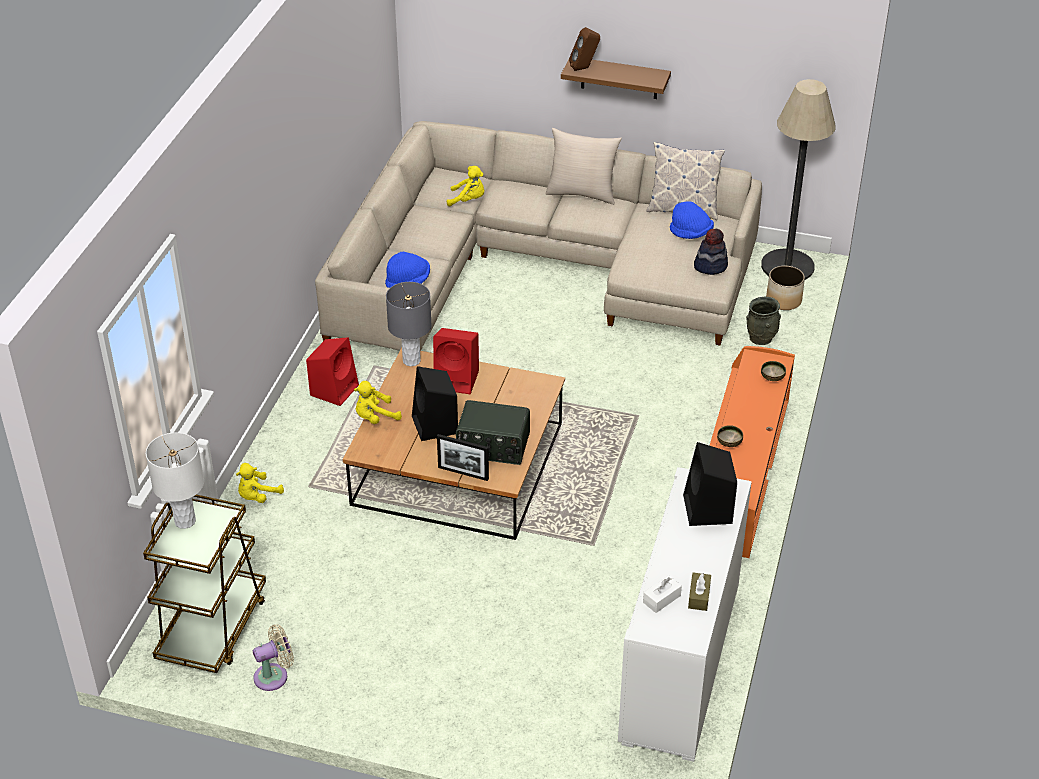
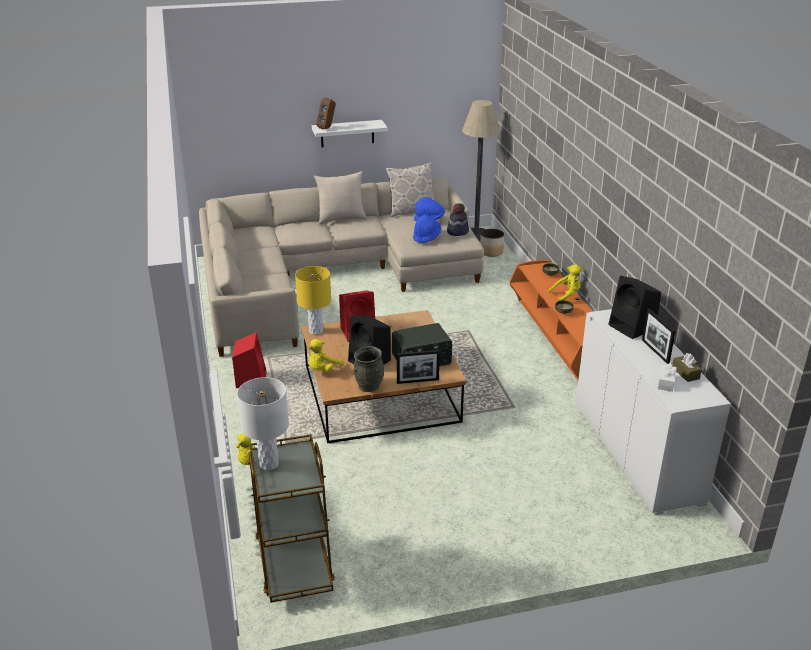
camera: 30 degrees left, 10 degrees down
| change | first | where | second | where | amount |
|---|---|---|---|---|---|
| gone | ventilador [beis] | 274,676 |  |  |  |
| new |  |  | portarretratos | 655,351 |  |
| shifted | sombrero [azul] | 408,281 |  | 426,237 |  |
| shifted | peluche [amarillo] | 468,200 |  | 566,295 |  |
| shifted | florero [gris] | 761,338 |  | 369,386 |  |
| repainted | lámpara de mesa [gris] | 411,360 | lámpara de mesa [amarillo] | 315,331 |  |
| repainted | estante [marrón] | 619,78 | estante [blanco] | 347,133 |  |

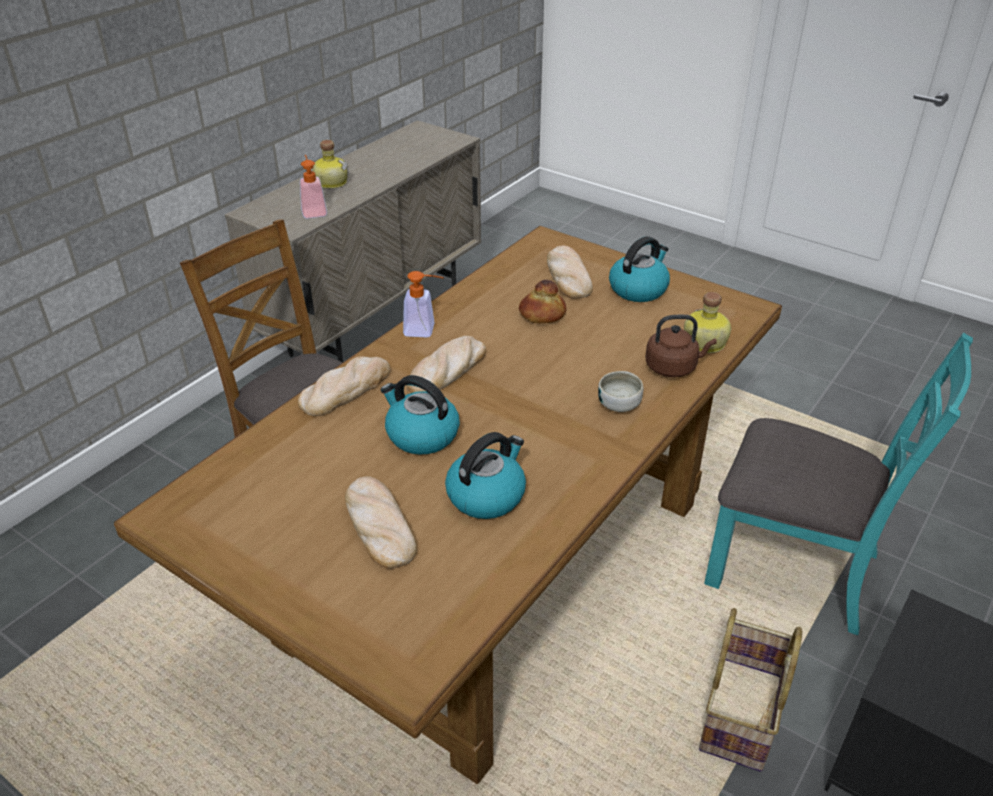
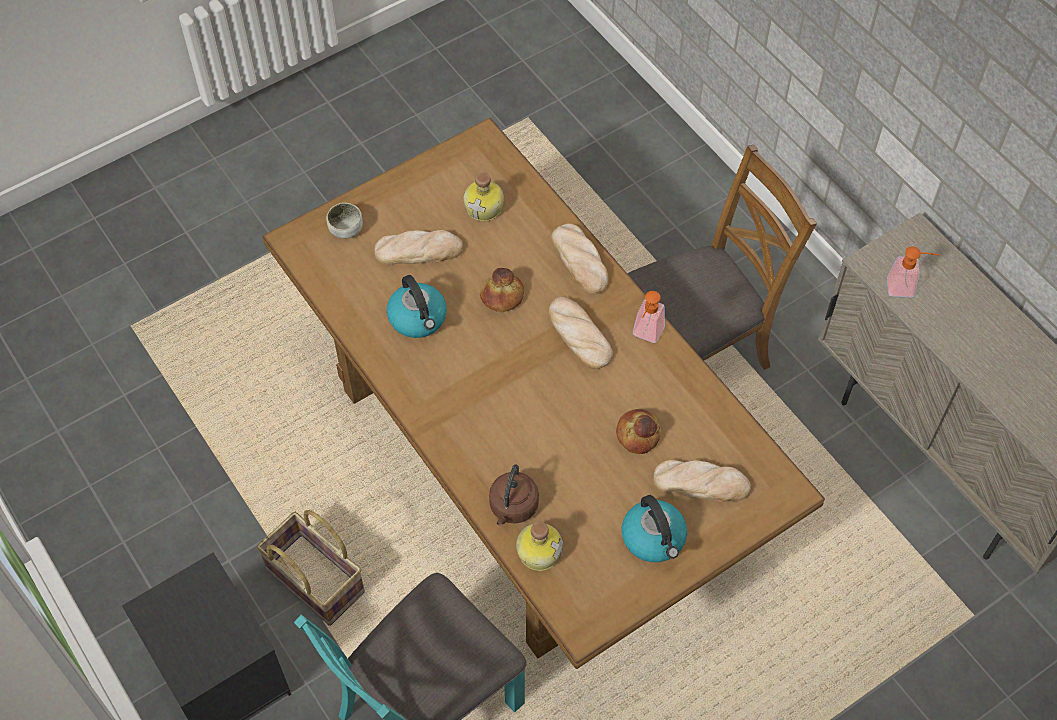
camera: 110 degrees right, 20 degrees up
| change | first | where | second | where | amount |
|---|---|---|---|---|---|
| shifted | botella | 331,182 |  | 485,208 |  |
| shifted | cuenco | 619,404 |  | 346,229 |  |
| swapped | hervidor | 421,435 | pan | 502,296 |  |

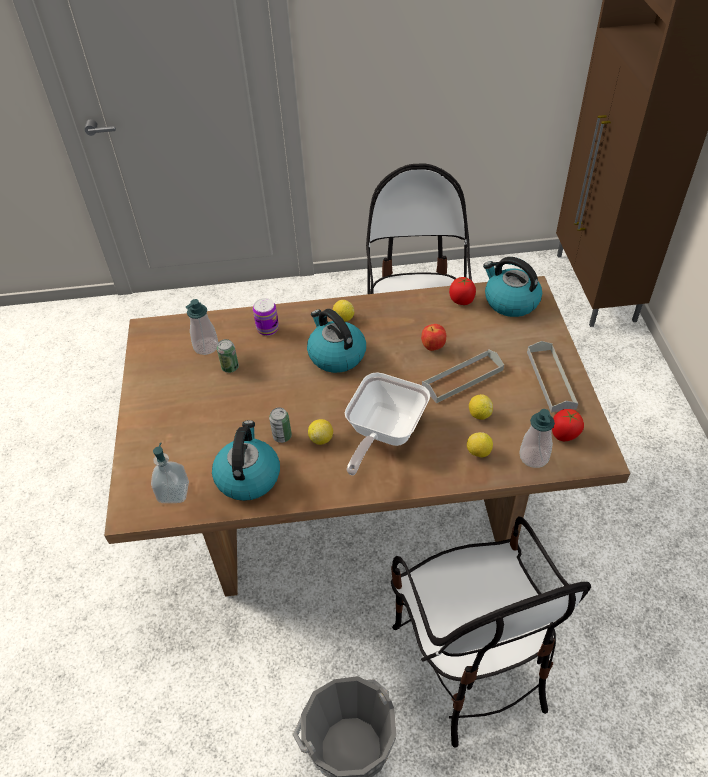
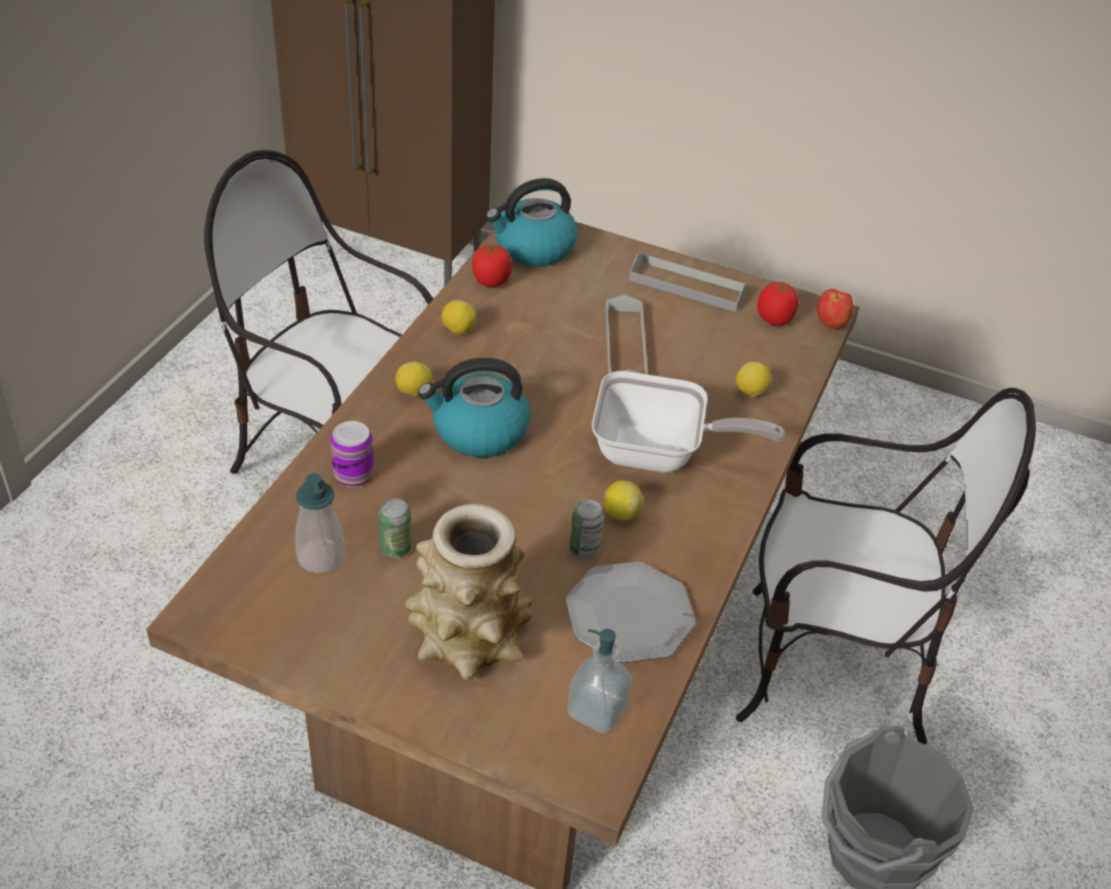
camera: 65 degrees left, 5 degrees down
| change | first | where | second | where | amount |
|---|---|---|---|---|---|
| gone | dispensador de jabón | 534,457 |  |  |  |
| new |  |  | florero | 468,638 |  |
| shifted | manzana | 433,347 |  | 831,325 |  |
| shifted | limón | 479,414 |  | 458,330 |  |
| swapped | hervidor | 248,476 | plato | 629,615 |  |
| rotated | sartén | 383,433 |  | 658,454 | 45 degrees counterclockwise |

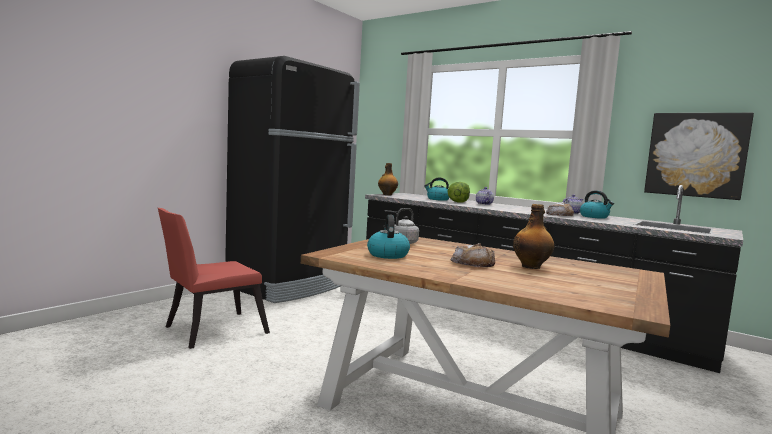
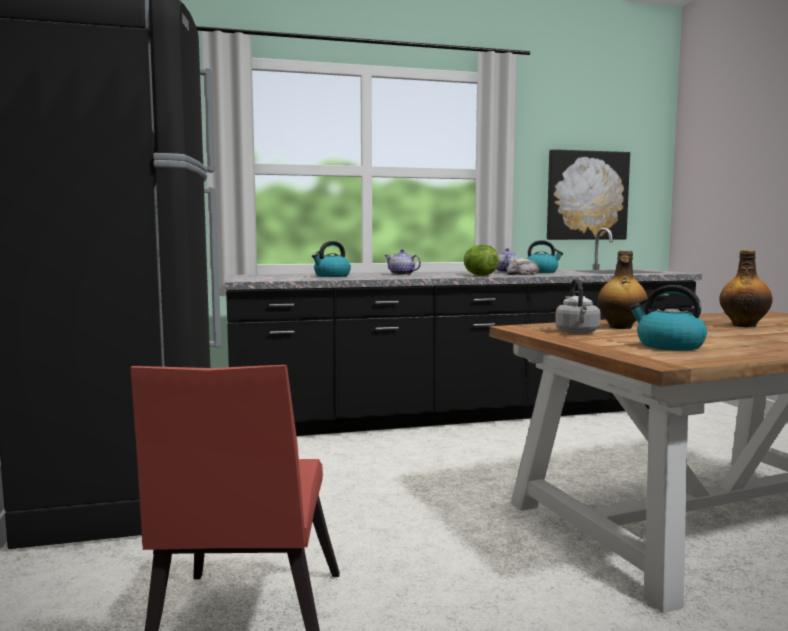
camera: 50 degrees left, 0 degrees up
| change | first | where | second | where | amount |
|---|---|---|---|---|---|
| gone | pan | 473,263 |  |  |  |
| shifted | botella | 387,195 |  | 620,327 |  |
| shifted | lechuga | 458,202 |  | 479,275 |  |

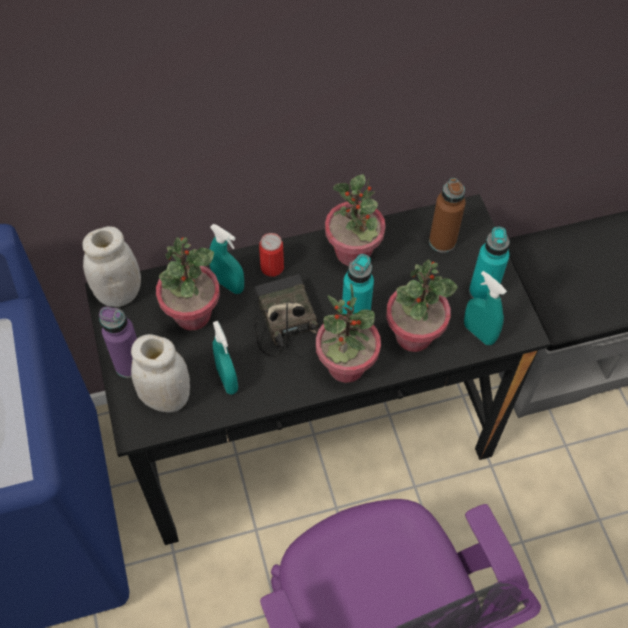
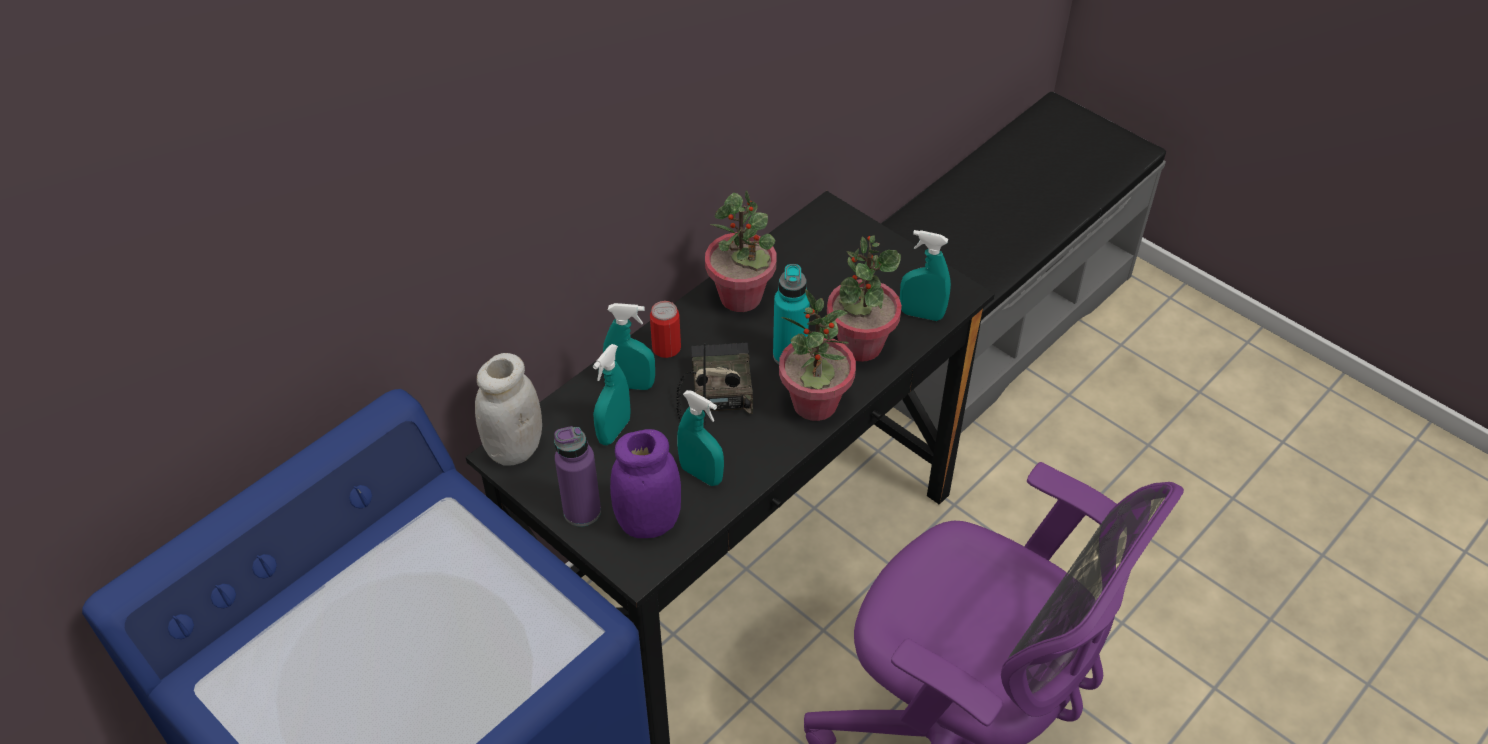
camera: 30 degrees left, 10 degrees down
| change | first | where | second | where | amount |
|---|---|---|---|---|---|
| gone | botella [marrón] | 442,241 |  |  |  |
| gone | botella [turquesa] | 482,292 |  |  |  |
| swapped | planta en maceta | 192,314 | pulverizador [turquesa] | 614,431 |  |
| repainted | tarro [blanco] | 166,397 | tarro [morado] | 648,522 |  |
| rotated | radio | 282,319 |  | 715,391 | 45 degrees clockwise |

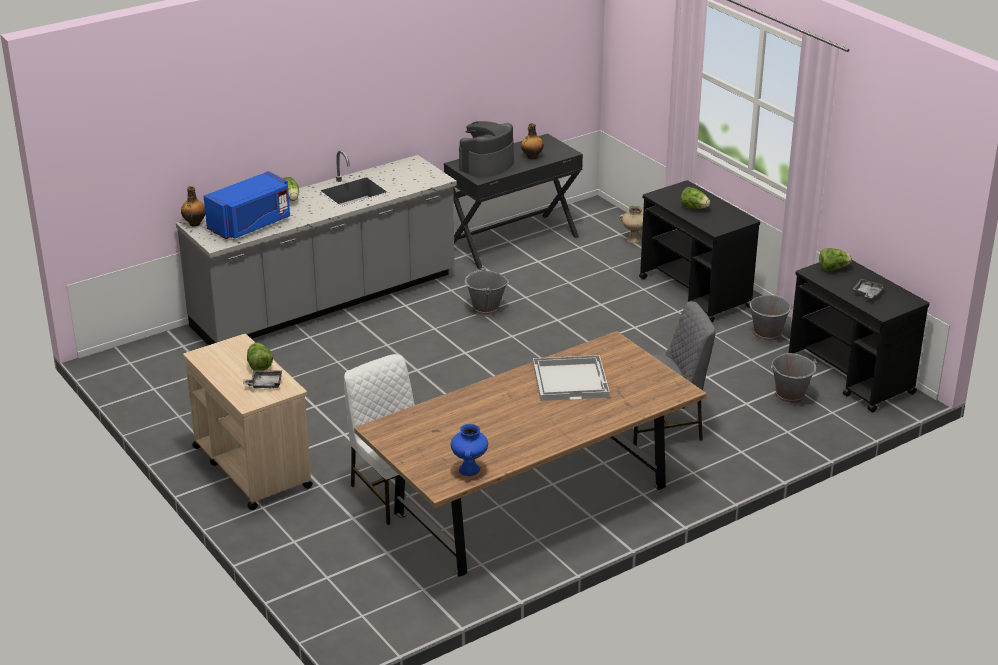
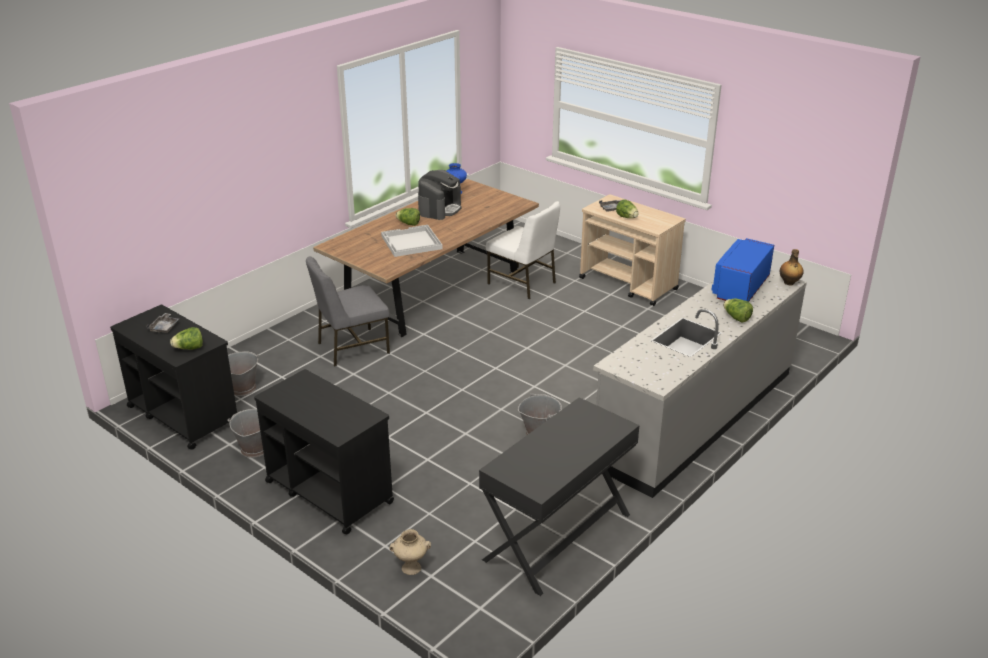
camera: 165 degrees right, 0 degrees up
| change | first | where | second | where | amount |
|---|---|---|---|---|---|
| gone | botella | 531,157 |  |  |  |
| shifted | cafetera | 486,165 |  | 440,209 |  |
| shifted | lechuga | 694,208 |  | 408,224 |  |

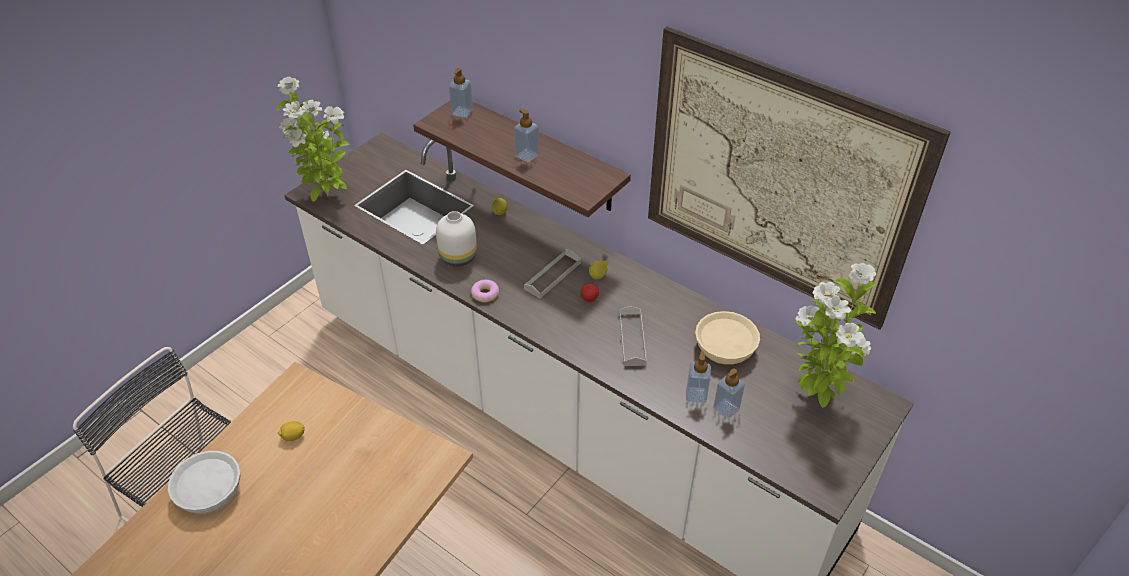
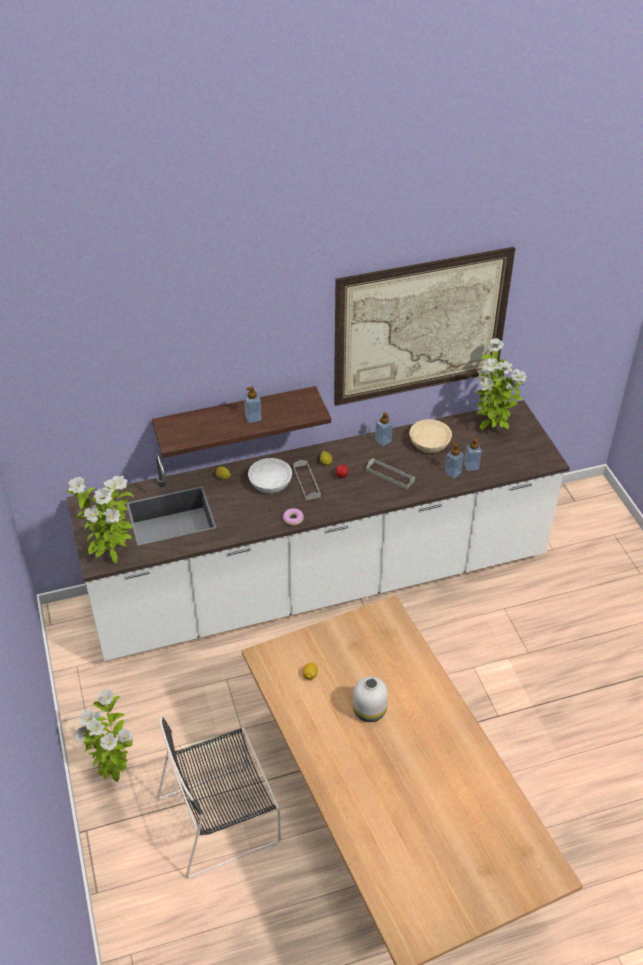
camera: 55 degrees left, 0 degrees up
| change | first | where | second | where | amount |
|---|---|---|---|---|---|
| new |  |  | planta en maceta | 114,771 |  |
| shifted | cuenco [blanco] | 210,492 |  | 271,482 |  |
| shifted | florero [blanco] | 457,258 |  | 369,711 |  |
| shifted | dispensador de jabón | 462,112 |  | 383,441 |  |

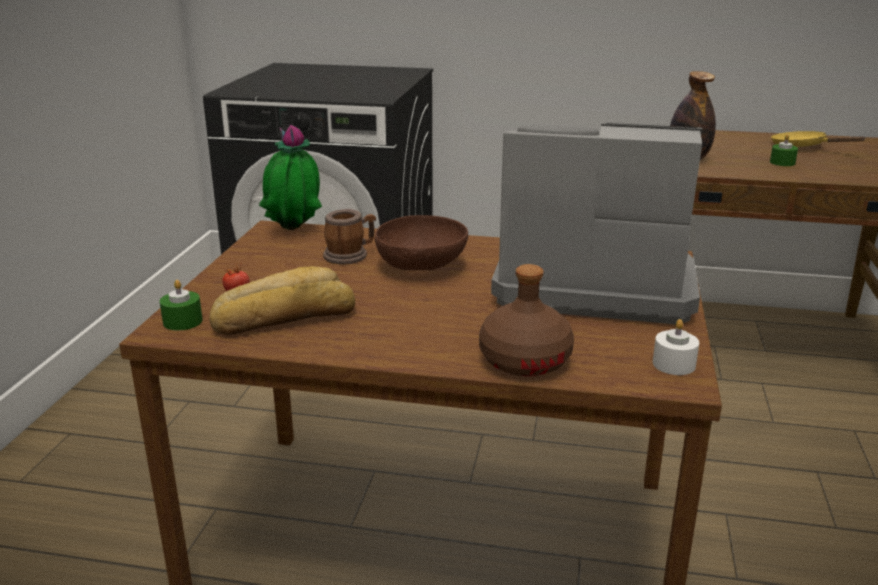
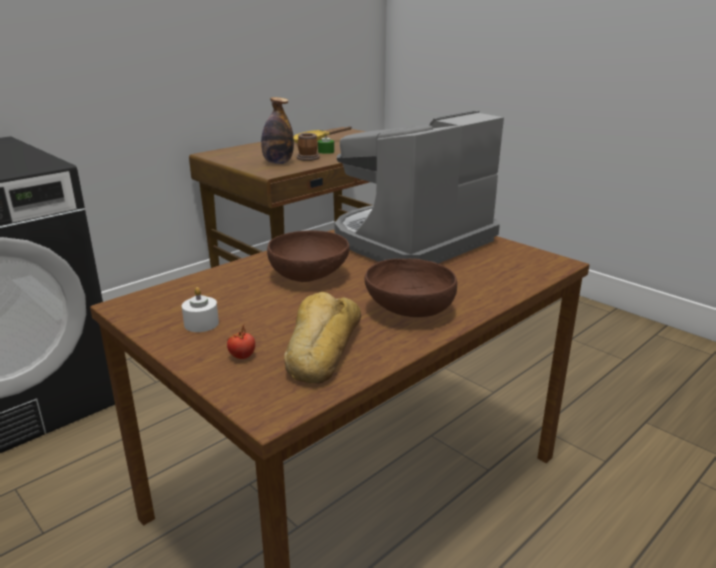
camera: 55 degrees left, 0 degrees up
| change | first | where | second | where | amount |
|---|---|---|---|---|---|
| gone | vela [verde] | 182,321 |  |  |  |
| gone | planta en maceta | 294,232 |  |  |  |
| gone | botella [marrón] | 524,360 |  |  |  |
| new |  |  | cuenco [marrón] | 408,310 |  |
| shifted | taza grande | 350,255 |  | 309,157 |  |
| shifted | vela [blanco] | 674,364 |  | 201,324 |  |

